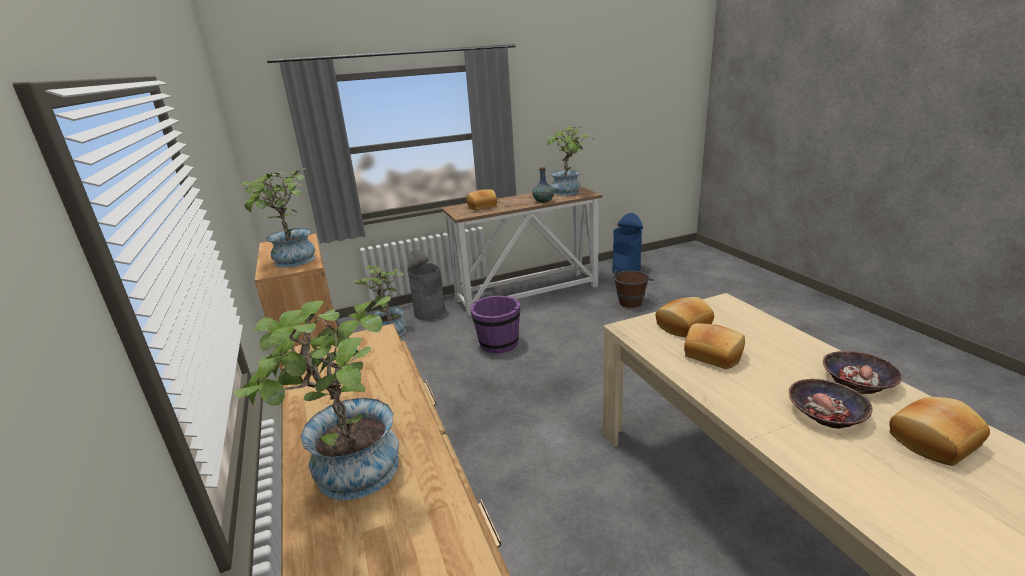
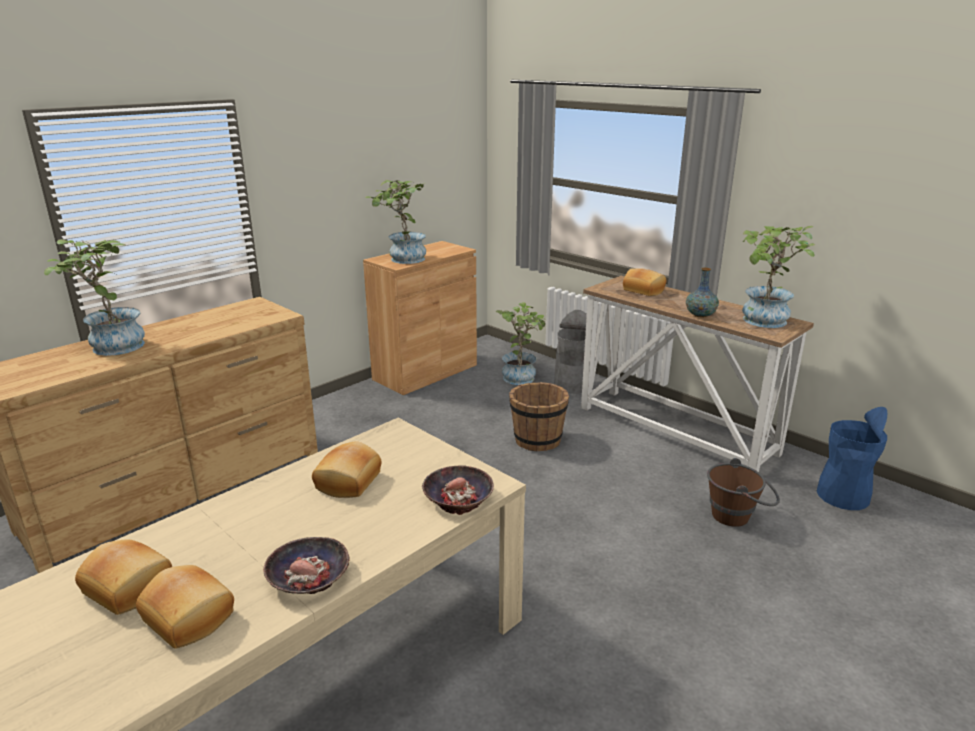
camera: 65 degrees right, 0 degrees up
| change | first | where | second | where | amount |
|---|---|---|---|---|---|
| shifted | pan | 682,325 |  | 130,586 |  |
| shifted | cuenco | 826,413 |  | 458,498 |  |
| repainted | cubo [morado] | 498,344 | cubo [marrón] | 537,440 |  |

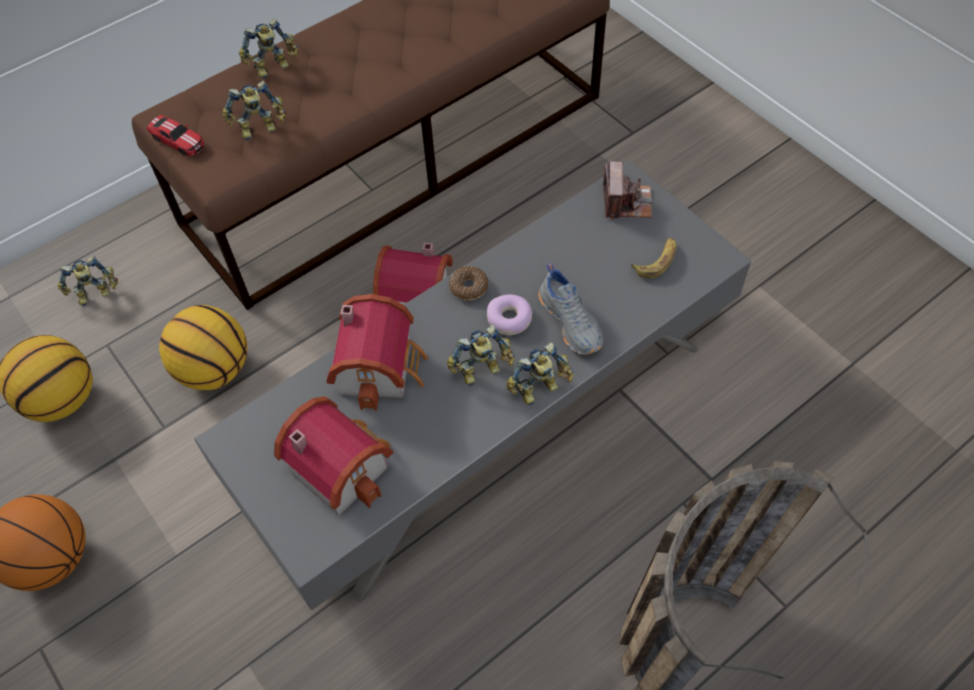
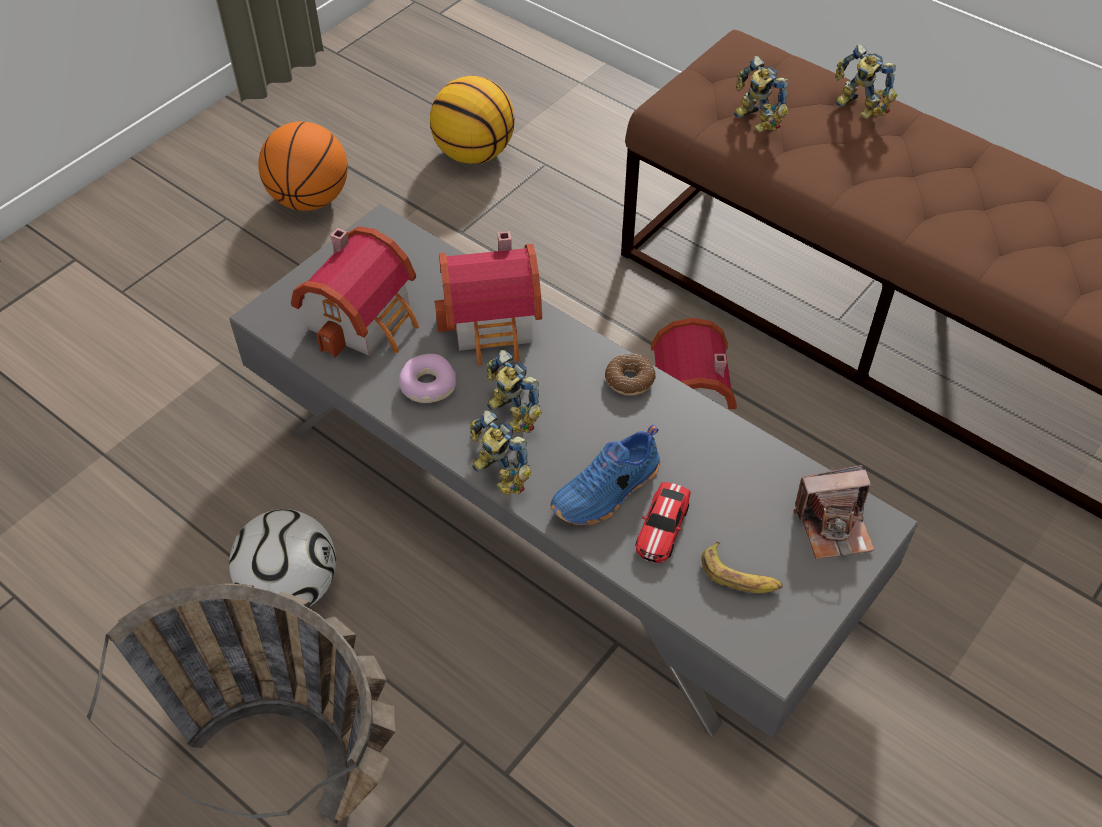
camera: 75 degrees right, 5 degrees down
| change | first | where | second | where | amount |
|---|---|---|---|---|---|
| gone | robot de juguete | 95,295 |  |  |  |
| gone | balón de baloncesto | 214,369 |  |  |  |
| new |  |  | balón de fútbol | 291,587 |  |
| shifted | coche de juguete | 177,140 |  | 663,527 |  |
| shifted | rosquilla | 509,319 |  | 427,385 |  |
| repainted | zapato [gris] | 572,321 | zapato [azul] | 608,492 |  |

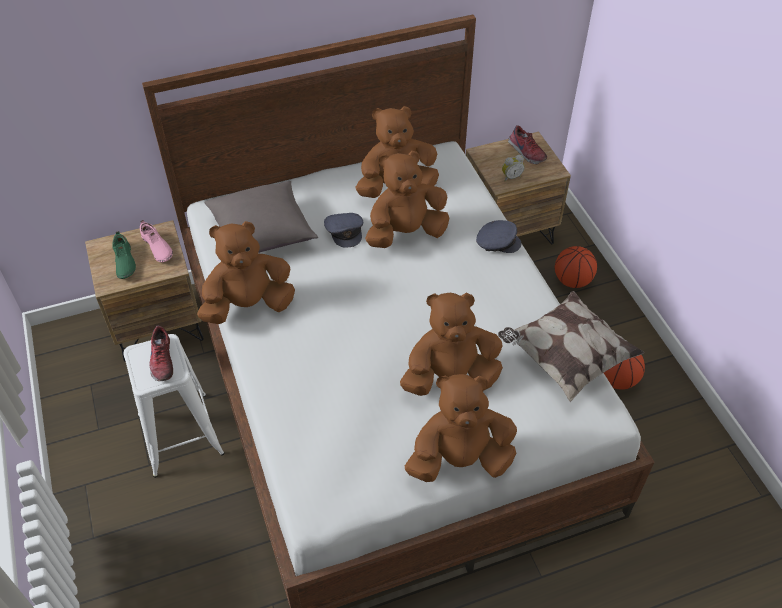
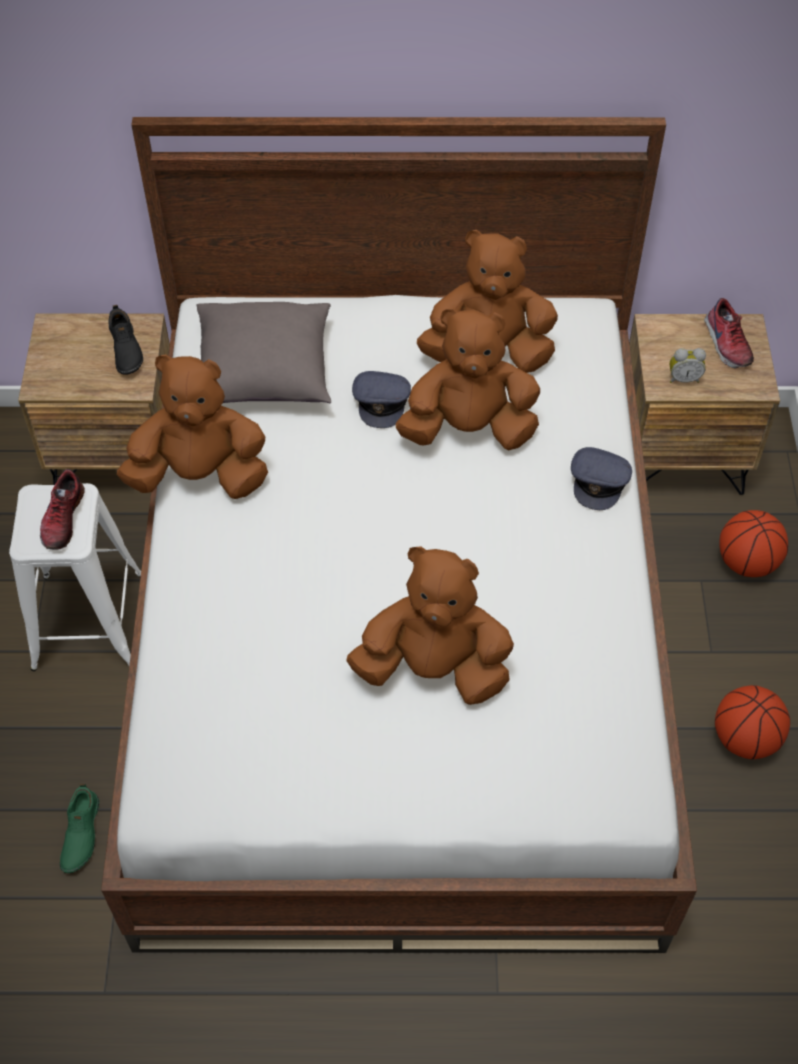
camera: 20 degrees right, 5 degrees up
| change | first | where | second | where | amount |
|---|---|---|---|---|---|
| gone | peluche [marrón] | 460,459 |  |  |  |
| gone | cojín | 566,357 |  |  |  |
| shifted | zapato [verde] | 124,262 |  | 80,834 |  |
| repainted | zapato [rosa] | 157,248 | zapato [negro] | 125,350 |  |
| rotated | gorra [gris] | 497,242 |  | 599,481 | 75 degrees clockwise |

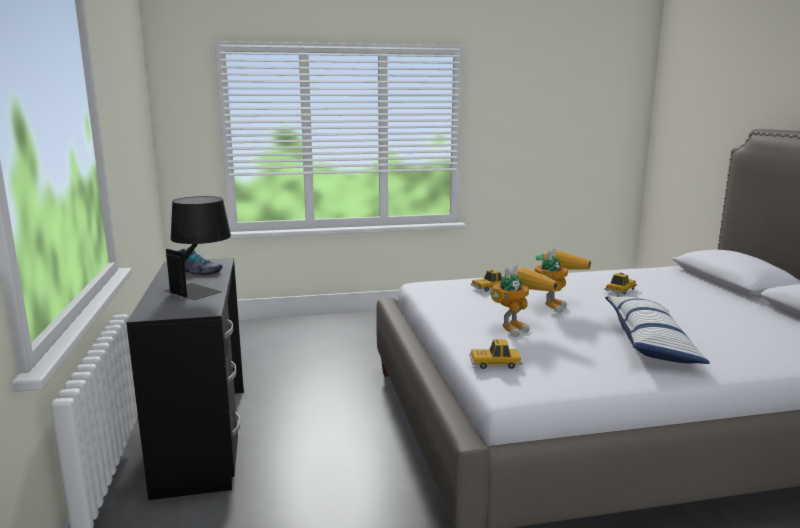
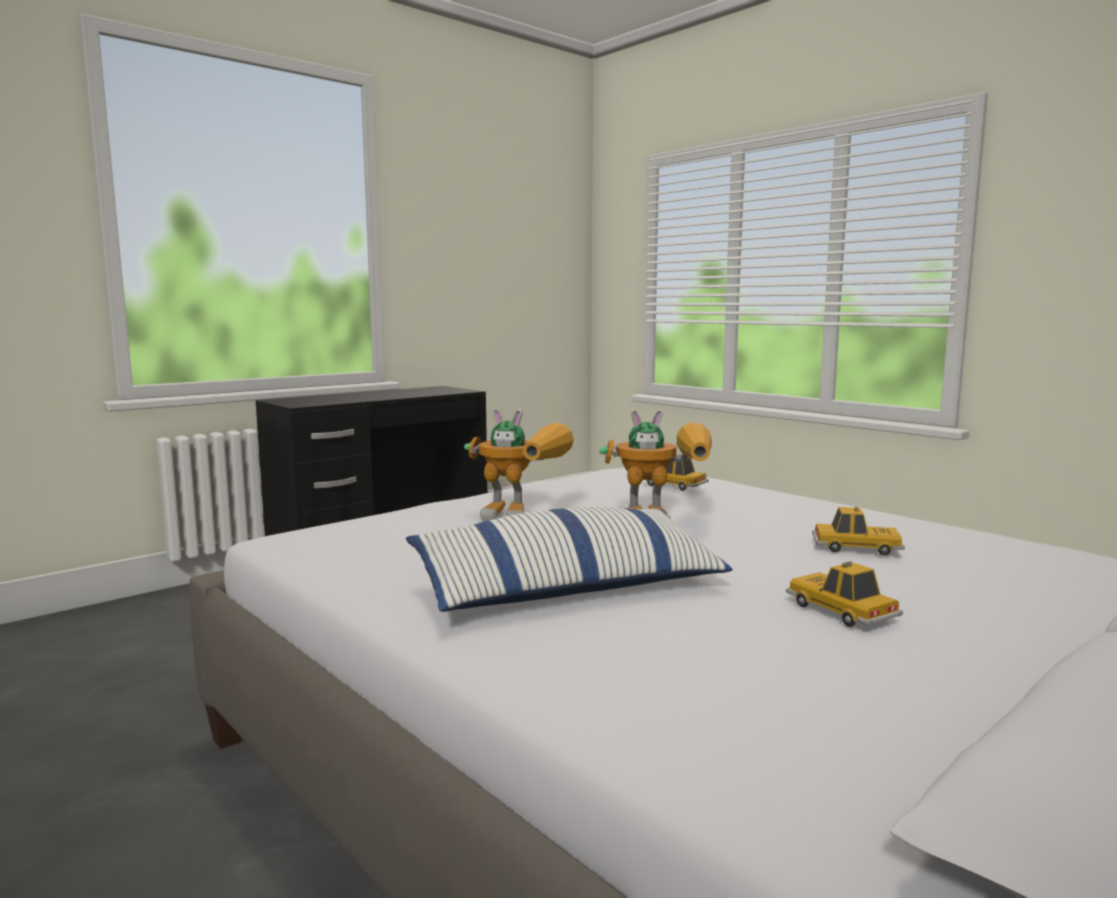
camera: 60 degrees right, 5 degrees down
| change | first | where | second | where | amount |
|---|---|---|---|---|---|
| gone | lámpara de mesa [negro] | 202,288 |  |  |  |
| gone | zapato | 198,271 |  |  |  |
| shifted | coche de juguete | 495,363 |  | 841,611 |  |

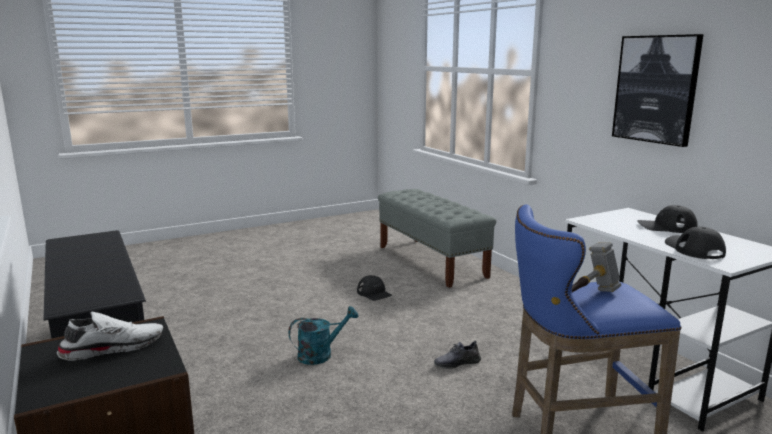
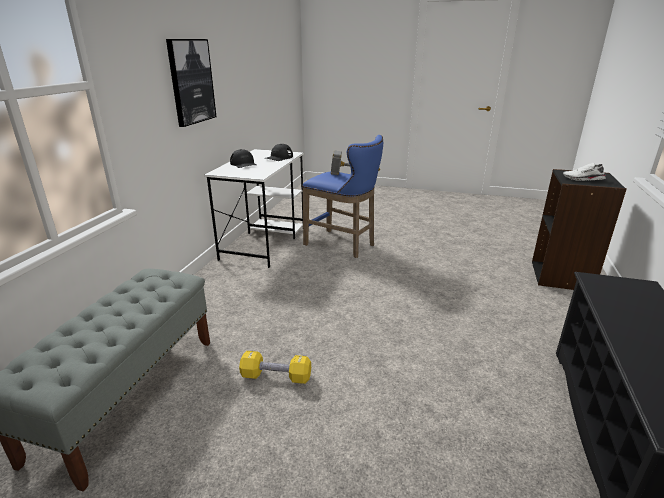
camera: 135 degrees left, 10 degrees up
| change | first | where | second | where | amount |
|---|---|---|---|---|---|
| gone | regadera [turquesa] | 321,354 |  |  |  |
| gone | zapato [gris] | 457,363 |  |  |  |
| swapped | gorra [negro] | 374,293 | mancuerna [amarillo] | 276,377 |  |

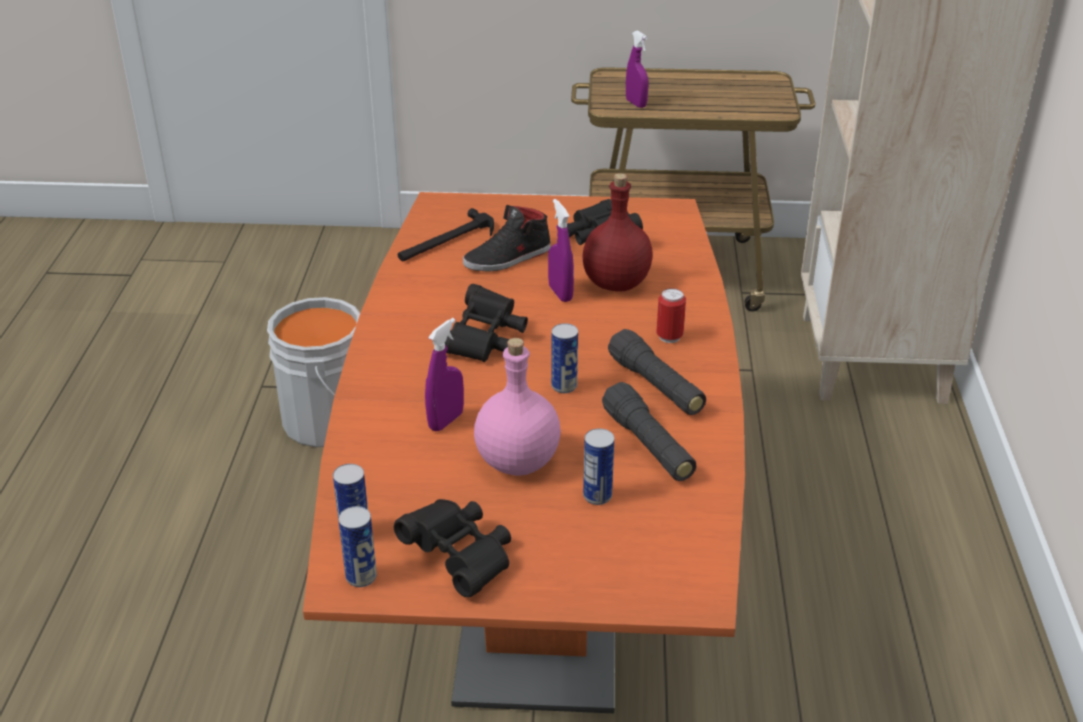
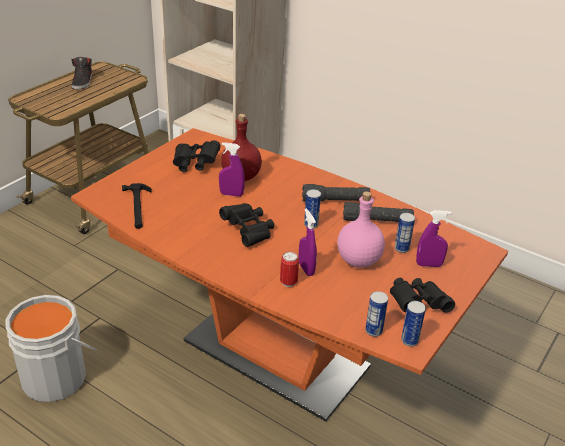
camera: 60 degrees left, 0 degrees up
| change | first | where | second | where | amount |
|---|---|---|---|---|---|
| shifted | zapato [negro] | 508,258 |  | 83,82 |  |
| shifted | pulverizador [morado] | 636,104 |  | 429,264 |  |
| shifted | lata | 669,337 |  | 288,282 |  |

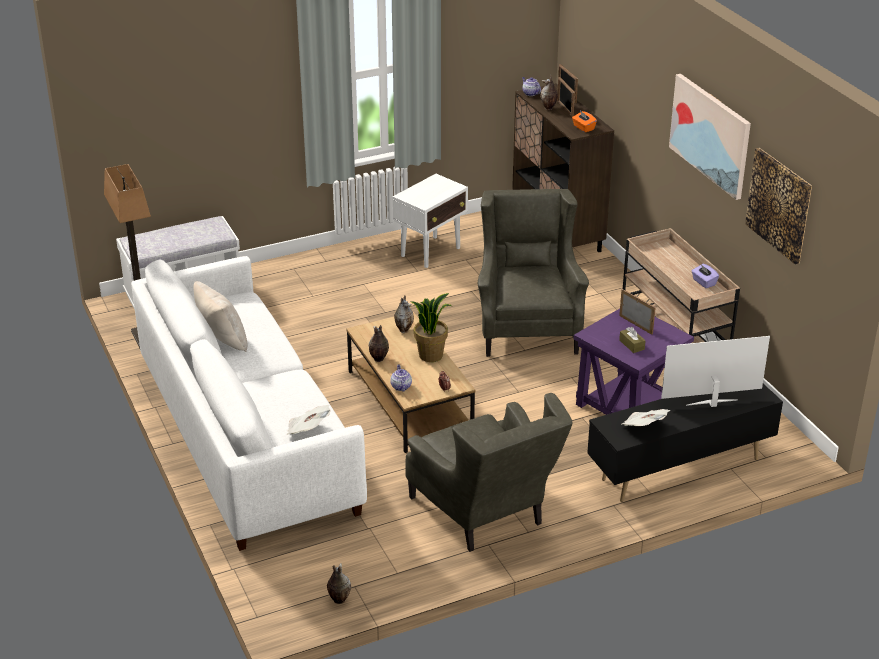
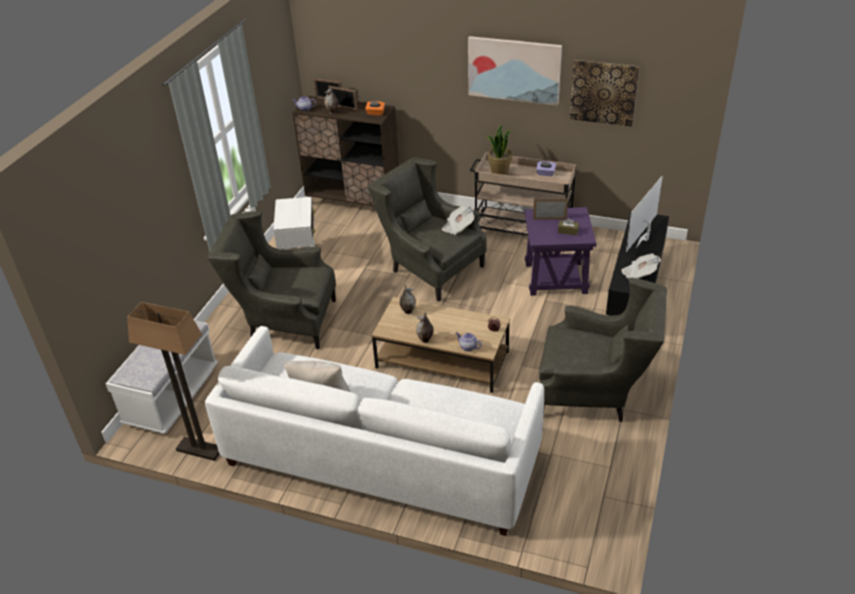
camera: 45 degrees left, 5 degrees up
| change | first | where | second | where | amount |
|---|---|---|---|---|---|
| gone | florero | 338,600 |  |  |  |
| new |  |  | sillón [gris] | 285,321 |  |
| shifted | periódico | 308,429 |  | 458,227 |  |
| shifted | planta en maceta | 431,355 |  | 499,173 |  |

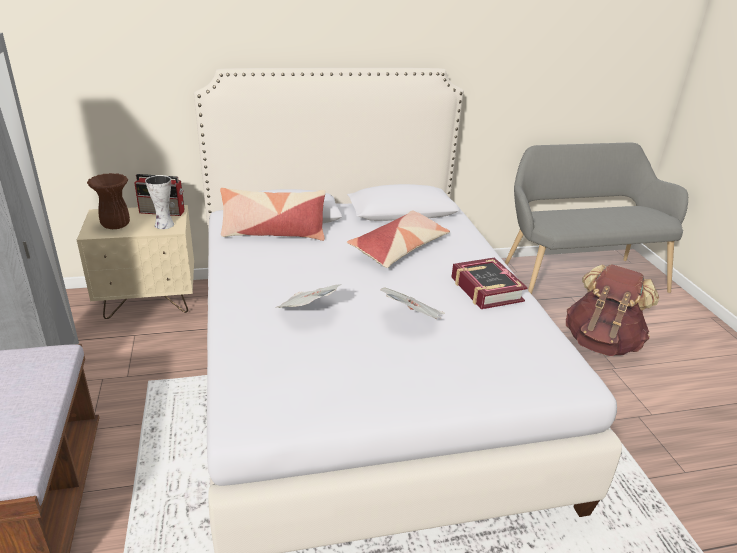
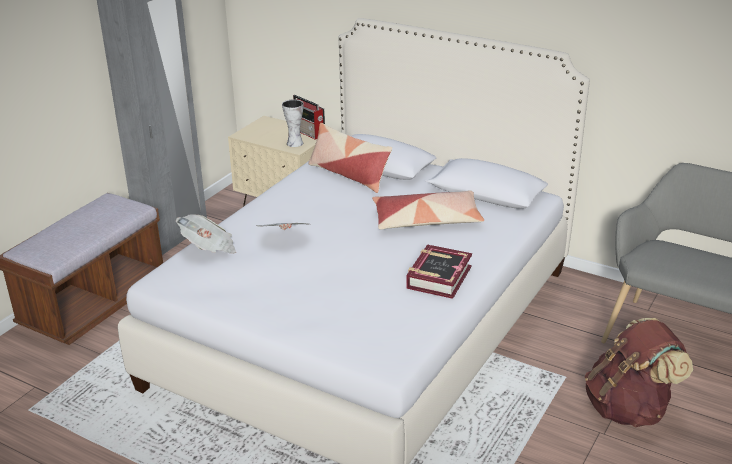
camera: 45 degrees right, 0 degrees up
| change | first | where | second | where | amount |
|---|---|---|---|---|---|
| gone | florero [marrón] | 115,225 |  |  |  |
| shifted | periódico | 413,318 |  | 209,248 |  |

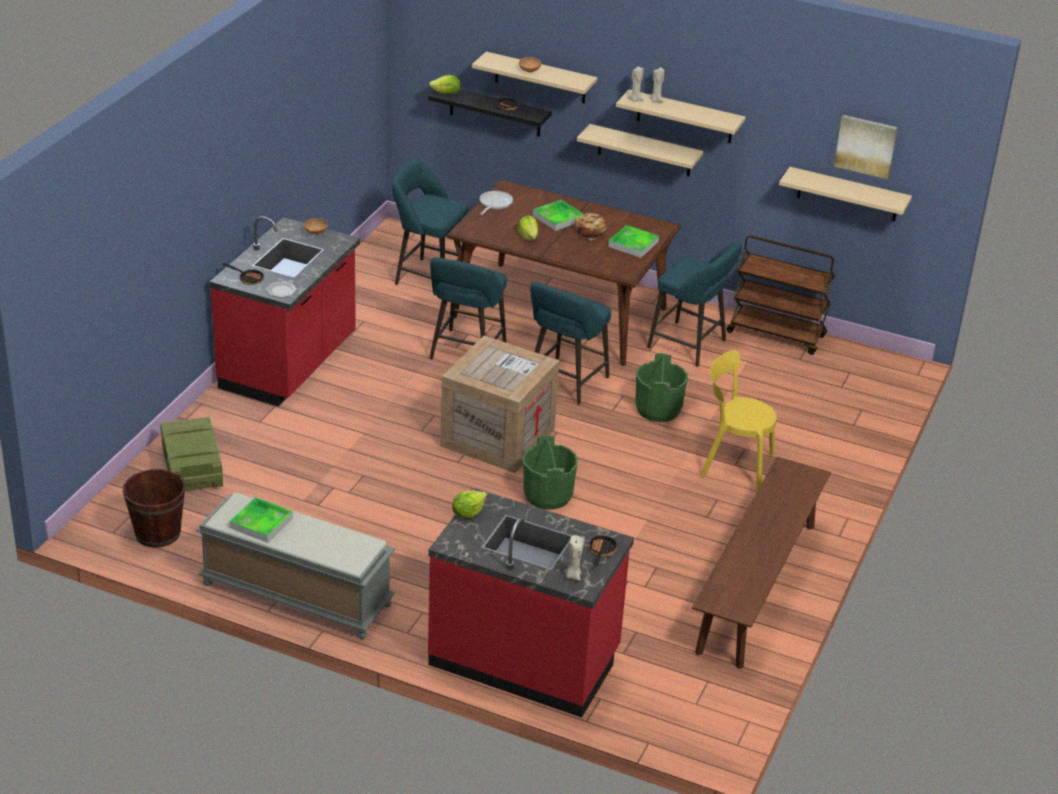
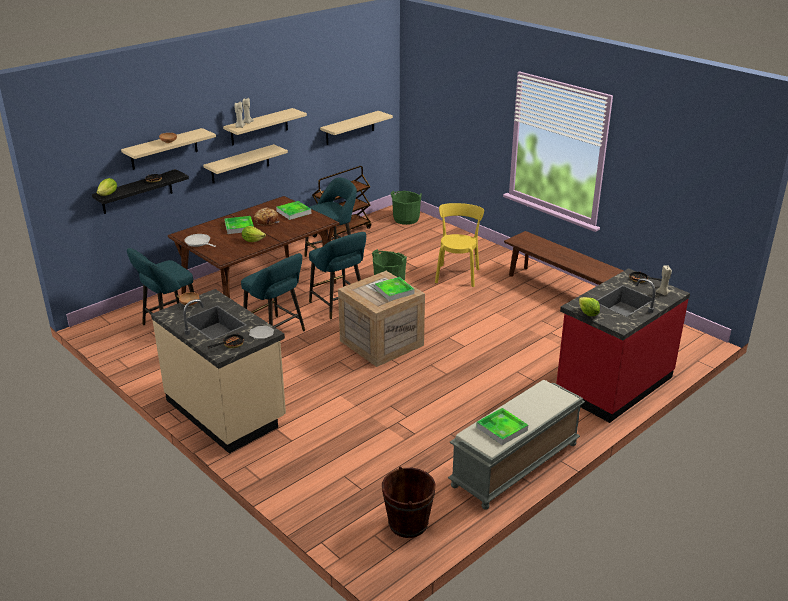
camera: 65 degrees left, 5 degrees down
| change | first | where | second | where | amount |
|---|---|---|---|---|---|
| gone | caja de embalaje | 192,468 |  |  |  |
| gone | cuadro | 866,146 |  |  |  |
| new |  |  | bandeja | 394,291 |  |
| shifted | cubo [verde] | 548,495 |  | 406,219 |  |
| repainted | mueble bajo de cocina [rojo] | 289,364 | mueble bajo de cocina [beis] | 226,411 |  |
| rotated | silla [amarillo] | 733,464 |  | 457,274 | 150 degrees clockwise |

